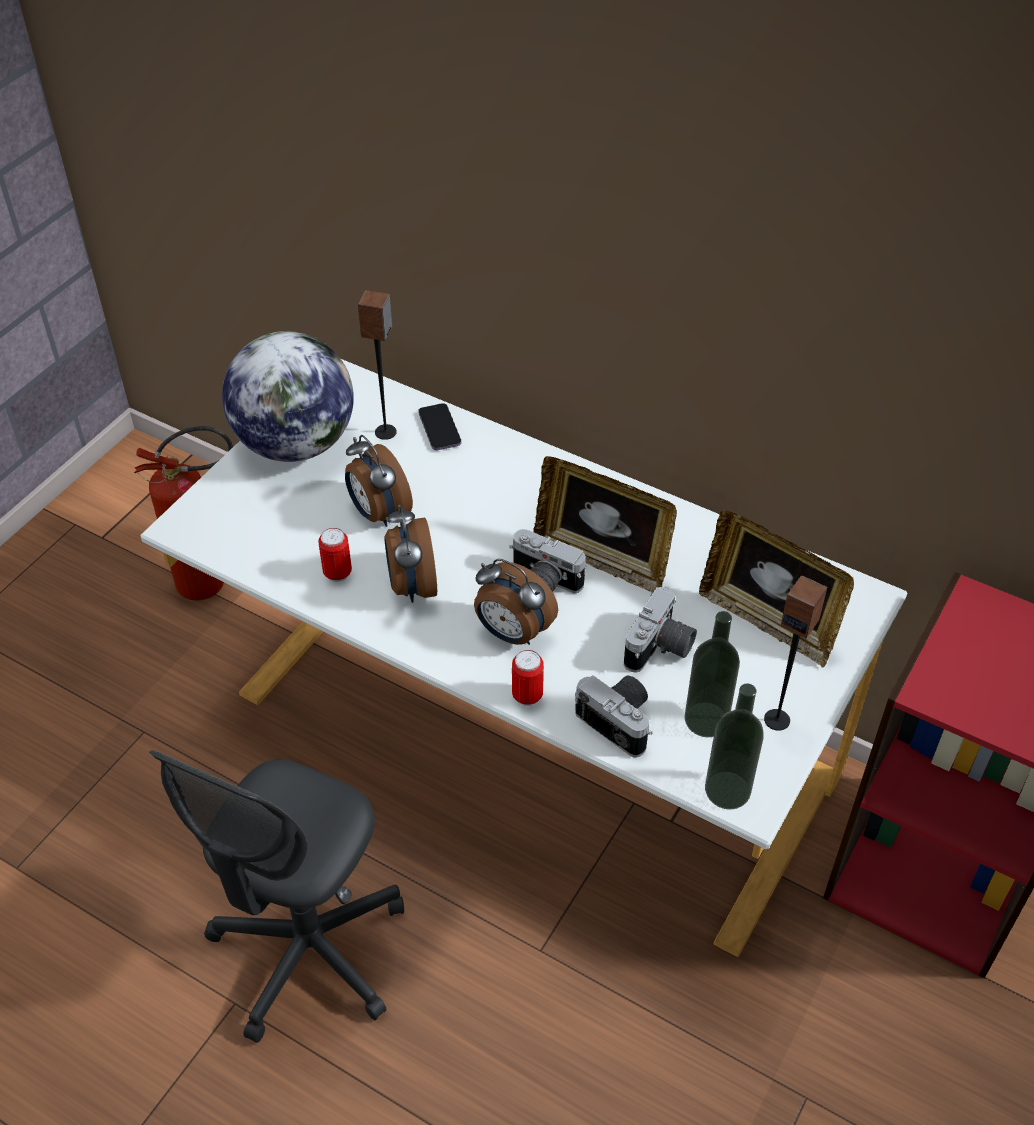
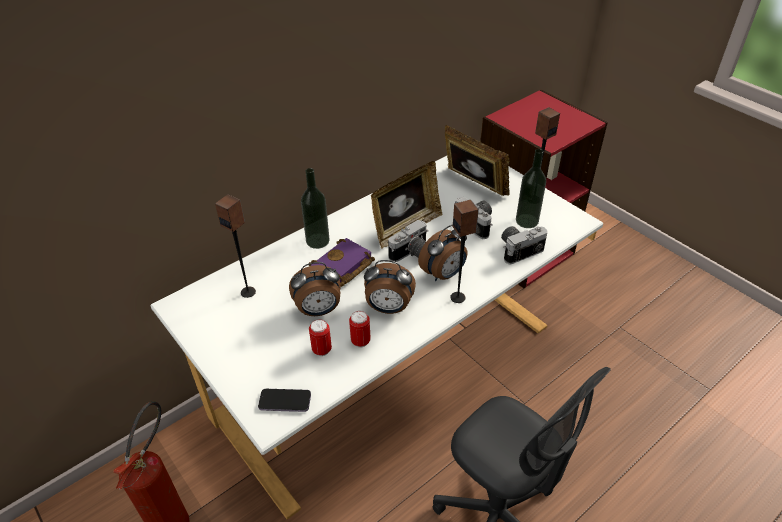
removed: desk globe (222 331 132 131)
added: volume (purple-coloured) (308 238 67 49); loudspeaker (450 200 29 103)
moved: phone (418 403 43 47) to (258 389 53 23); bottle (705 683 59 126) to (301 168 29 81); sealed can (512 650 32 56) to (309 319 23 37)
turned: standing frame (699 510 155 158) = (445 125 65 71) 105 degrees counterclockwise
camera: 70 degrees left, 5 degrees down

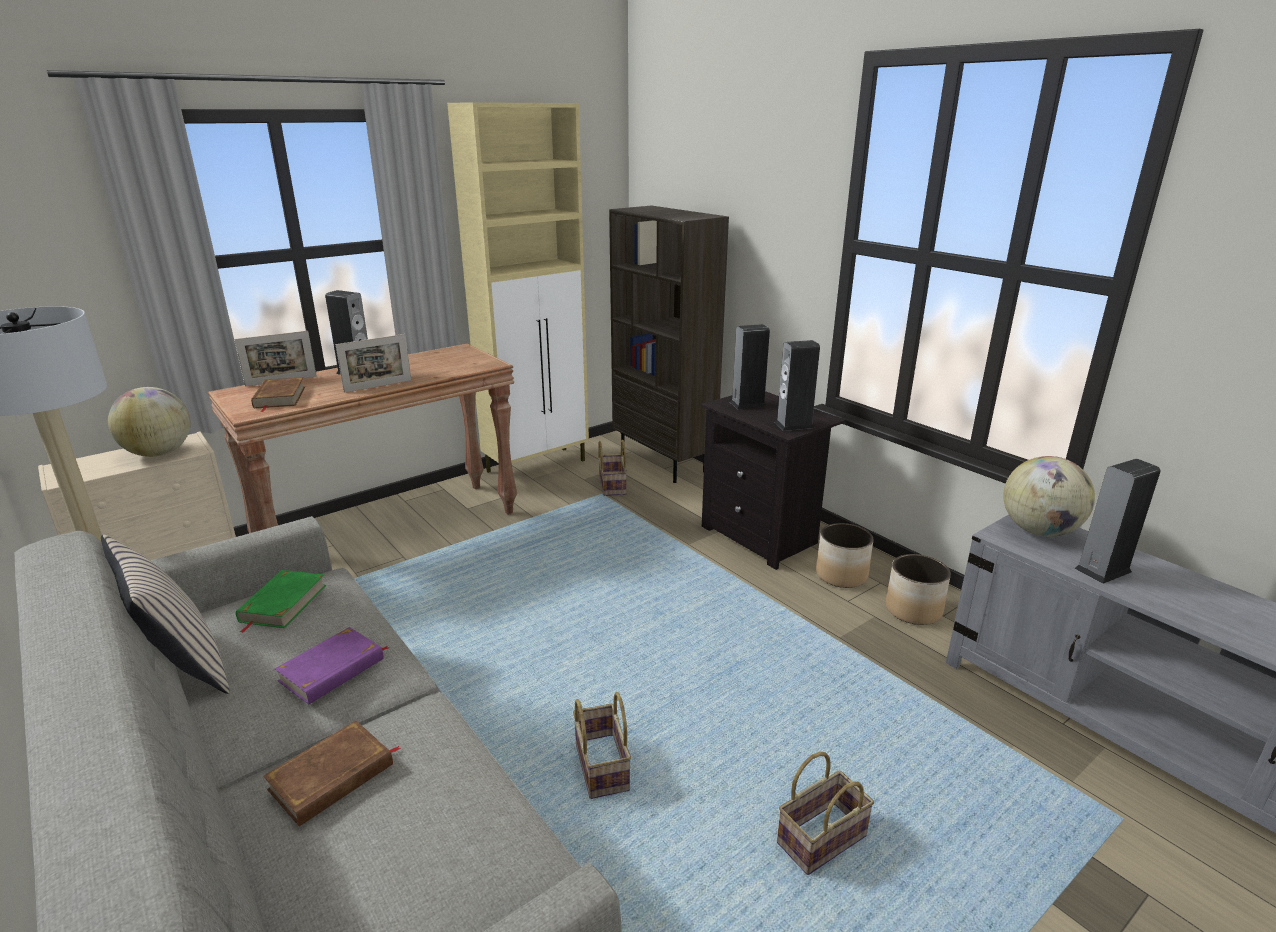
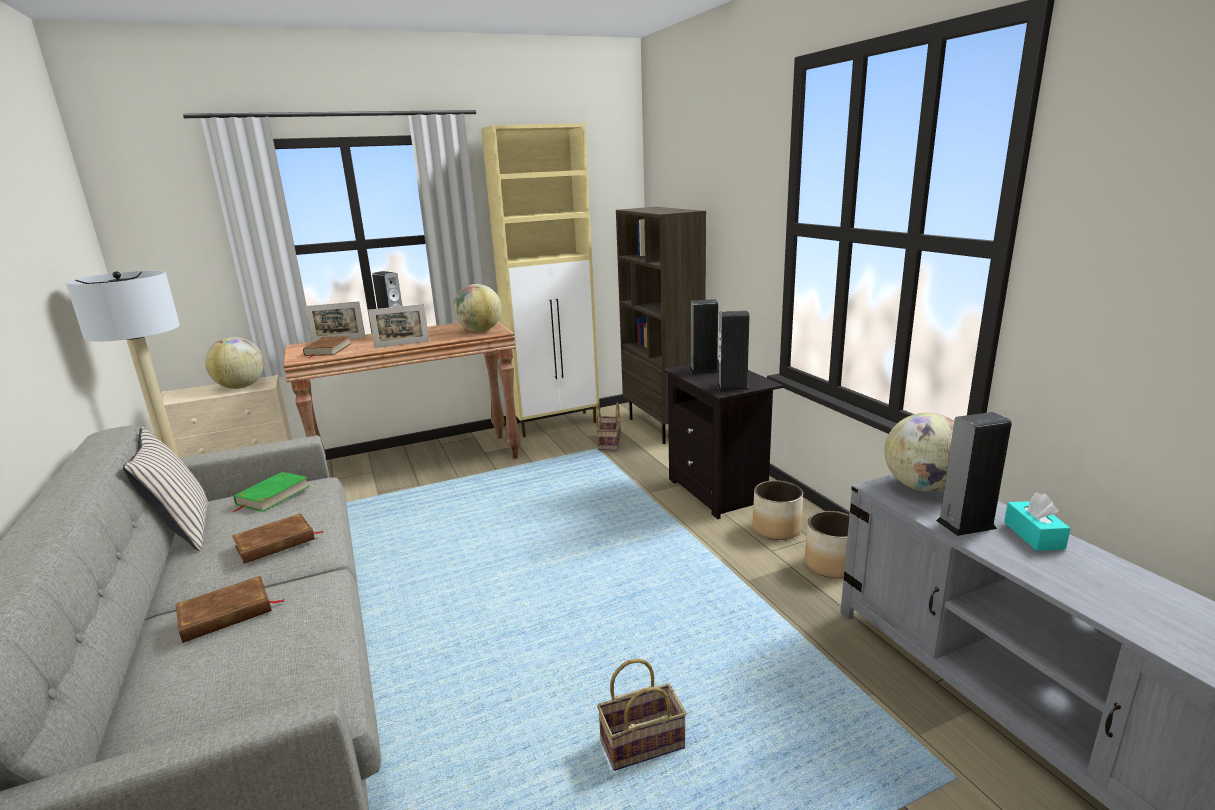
removed: storage basket (573 692 58 107)
added: desk globe (453 284 49 48); tissue holder (blue-green) (1004 492 67 59)
recoloured: volume (purple-coloured) (275 627 113 78) to volume (brownish) (232 513 91 51)
camera: 15 degrees right, 5 degrees down

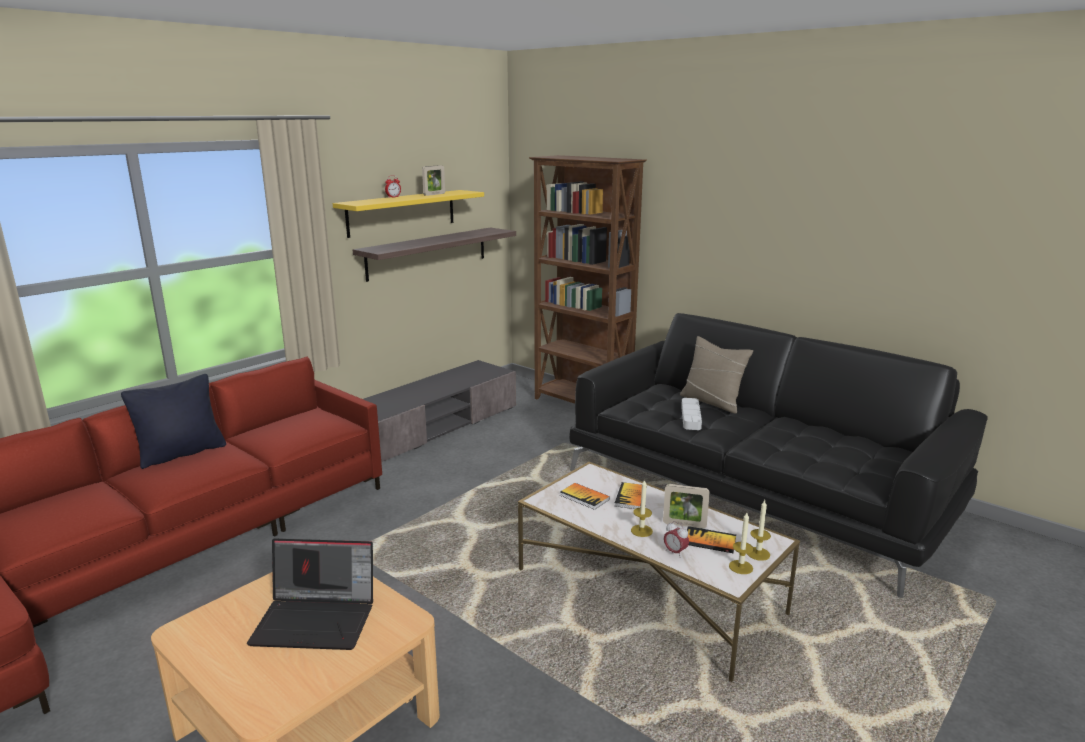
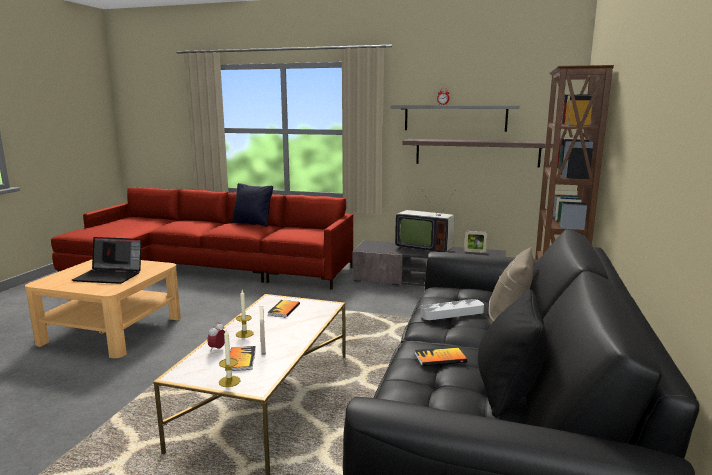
removed: wax candle (729 512 25 62)
added: TV (395 190 60 62); throw pillow (blackish) (478 289 70 129)
moved: volume (615 482 32 27) to (415 346 52 20); standing frame (422 165 23 31) to (464 231 23 22)
recoloured: bracket shelf (yellow-coloured) (333 190 151 48) to bracket shelf (greyish) (391 105 128 27)
turned: portable computer (247 539 126 111) = (72 237 70 47) 60 degrees counterclockwise
camera: 65 degrees right, 5 degrees down

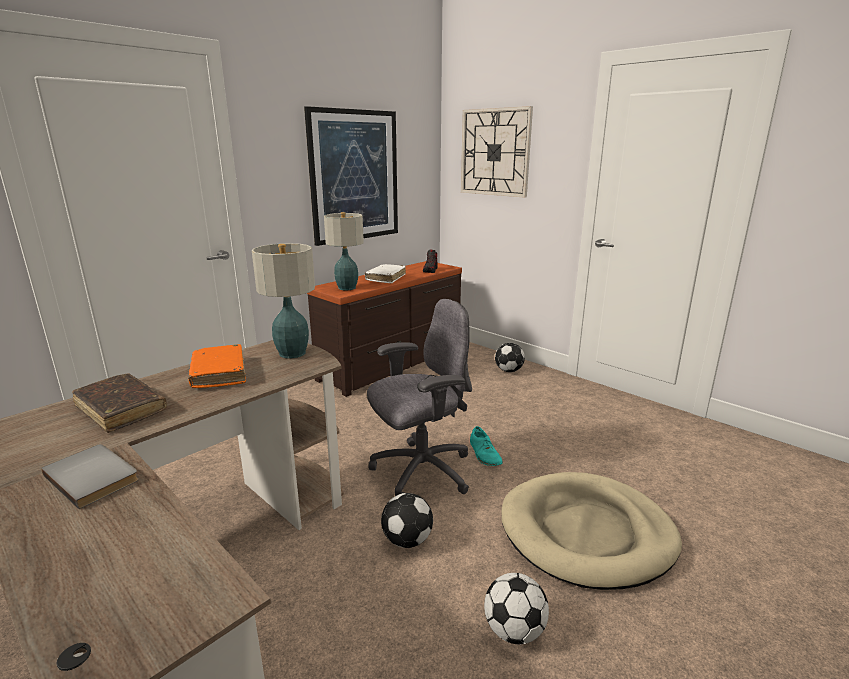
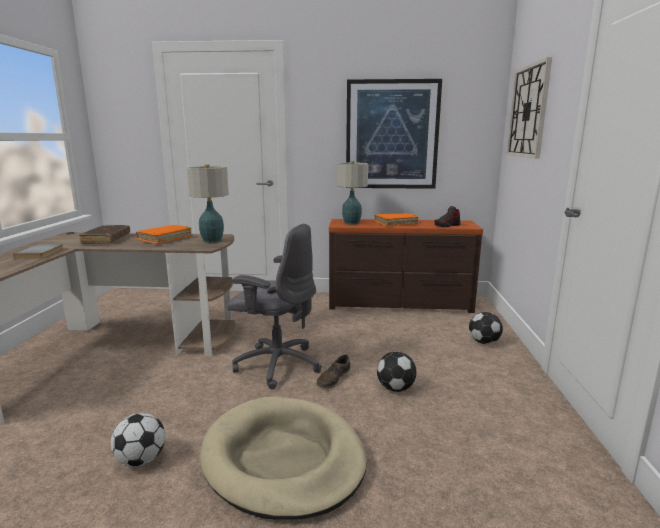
moved: ball for football (381 493 52 55) to (377 351 40 41)
recoloured: low shoe (blue-green) (470 426 33 40) to low shoe (brownish) (316 355 34 33); volume (whitish) (365 264 41 19) to volume (orangey) (375 213 43 13)
camera: 50 degrees right, 5 degrees down

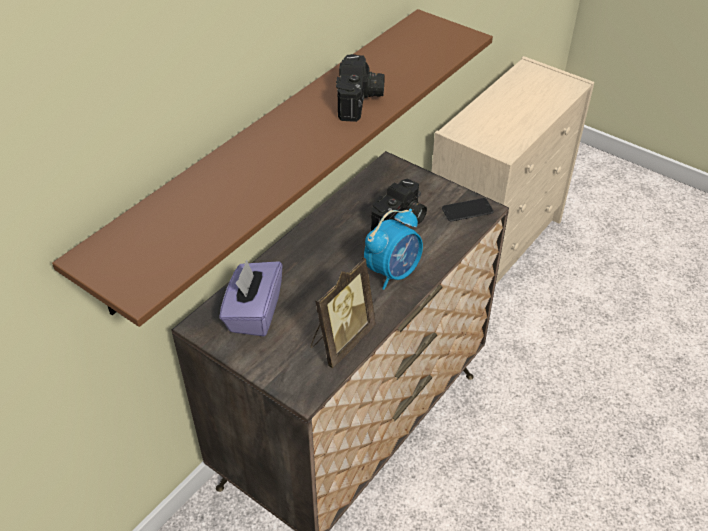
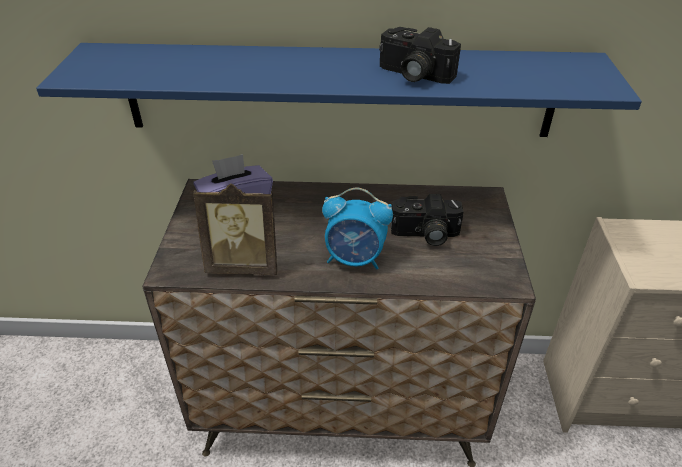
removed: phone (442 198 52 23)
recoloured: bracket shelf (brownish) (52 9 441 318) to bracket shelf (bluish) (36 43 606 94)
turned: photo camera (336 54 49 68) = (379 27 82 57) 60 degrees clockwise
camera: 55 degrees right, 5 degrees down

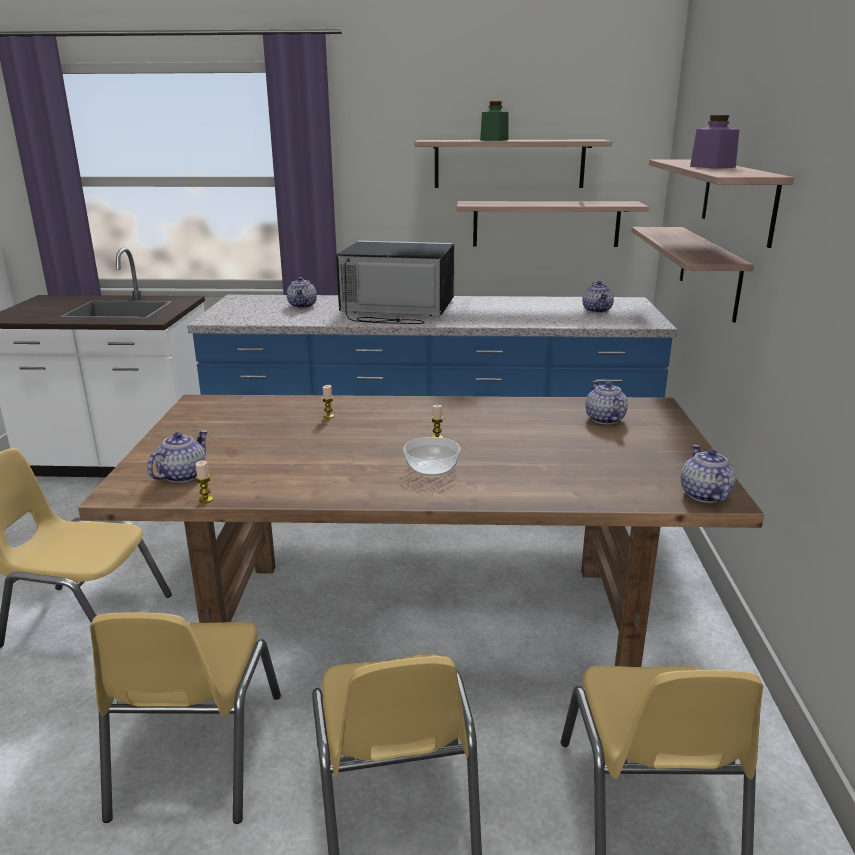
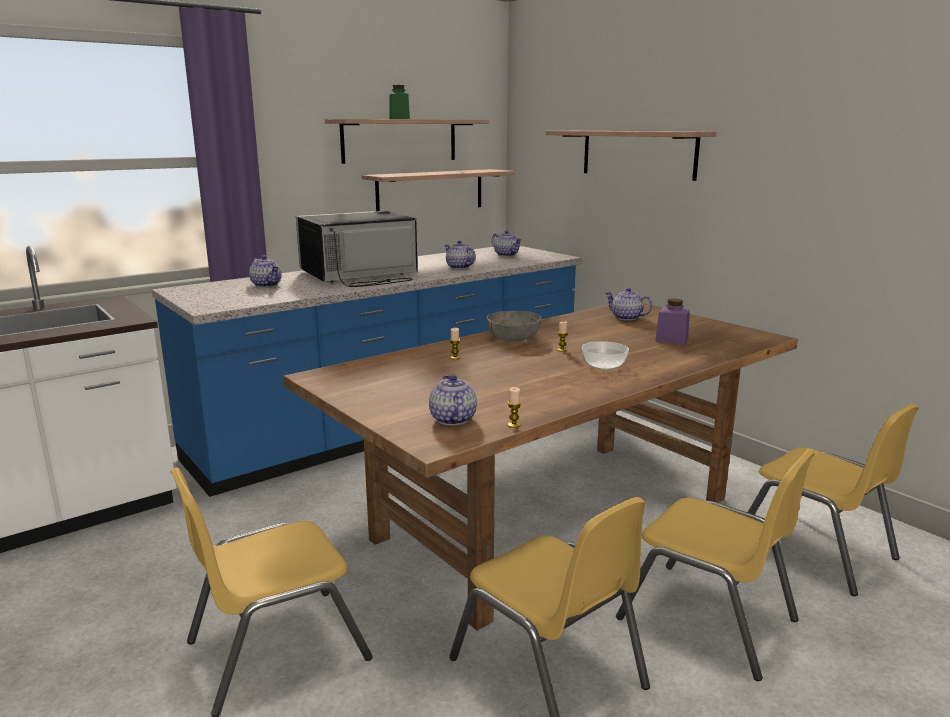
removed: bracket shelf (631 227 123 95)
added: deep dish (greyish) (487 311 54 30)
moved: teapot (681 445 55 58) to (444 241 32 28); storage jar (purple-coloured) (690 115 50 54) to (655 299 35 46)
camera: 40 degrees left, 5 degrees down

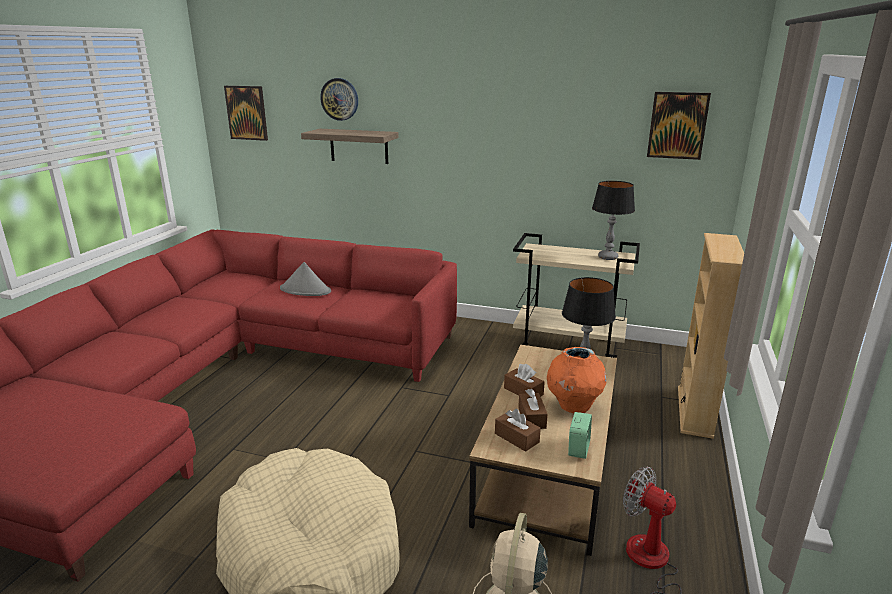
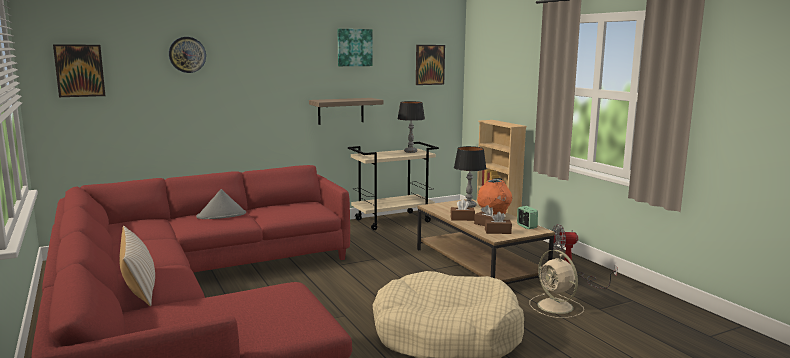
added: throw pillow (beige) (119 226 36 80); wall art (337 29 36 37)
moved: bracket shelf (301 129 98 35) to (309 98 75 27)
camera: 45 degrees left, 10 degrees down

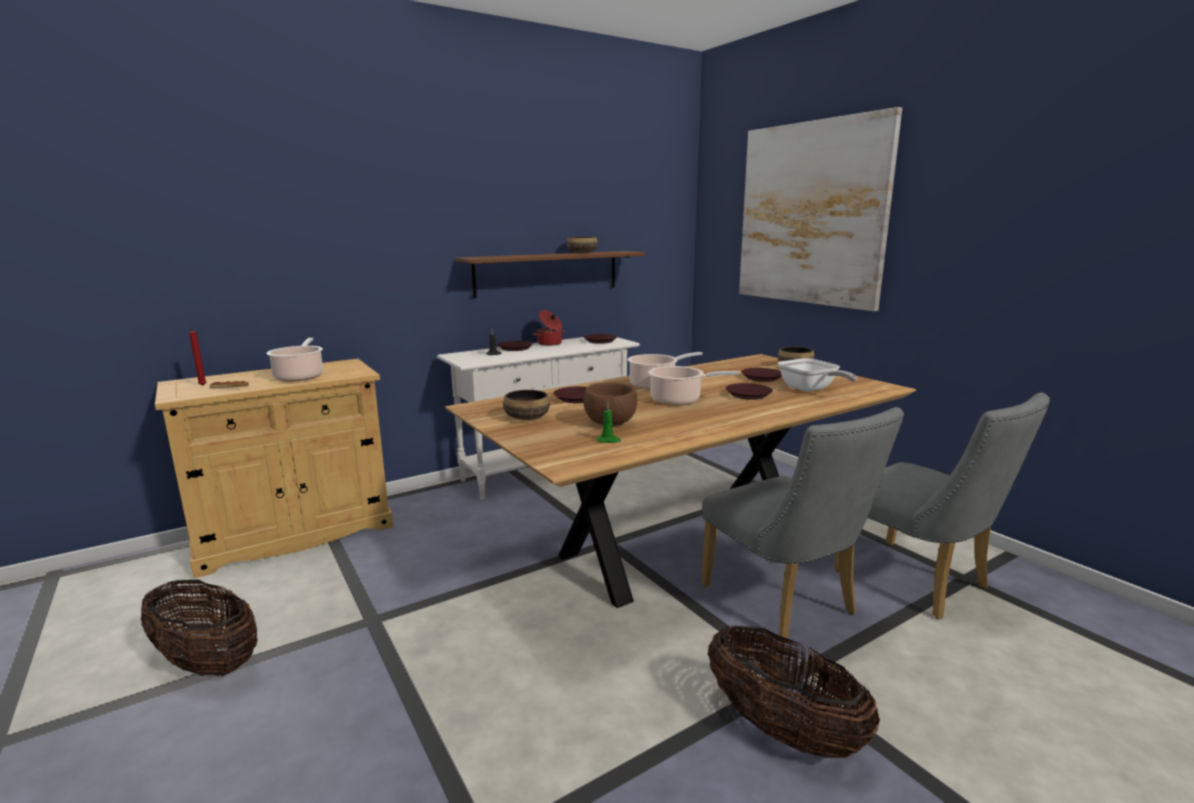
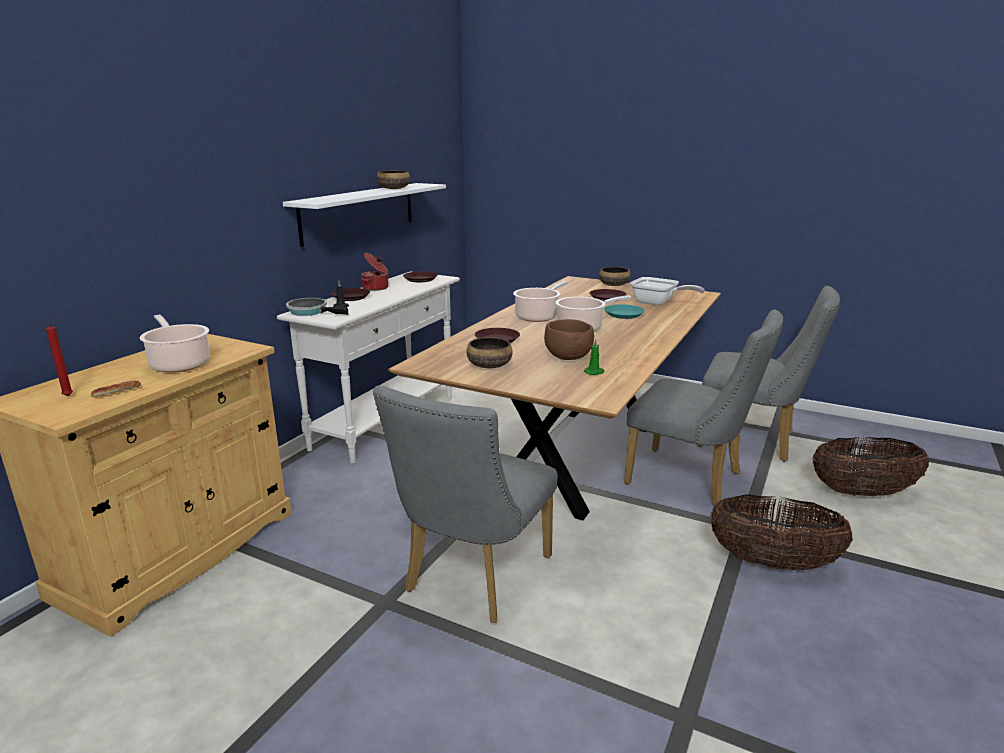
removed: wall art (739 107 163 204)
added: frying pan (286 298 62 18); upright chair (greyish) (373 385 185 238)
moved: storage basket (141 580 117 97) to (813 437 116 60)
recoloured: bracket shelf (brownish) (456 251 189 47) to bracket shelf (whitish) (283 183 163 64); flat dish (brownish) (725 383 48 17) to flat dish (blue-green) (604 304 41 15)
camera: 30 degrees left, 5 degrees up

